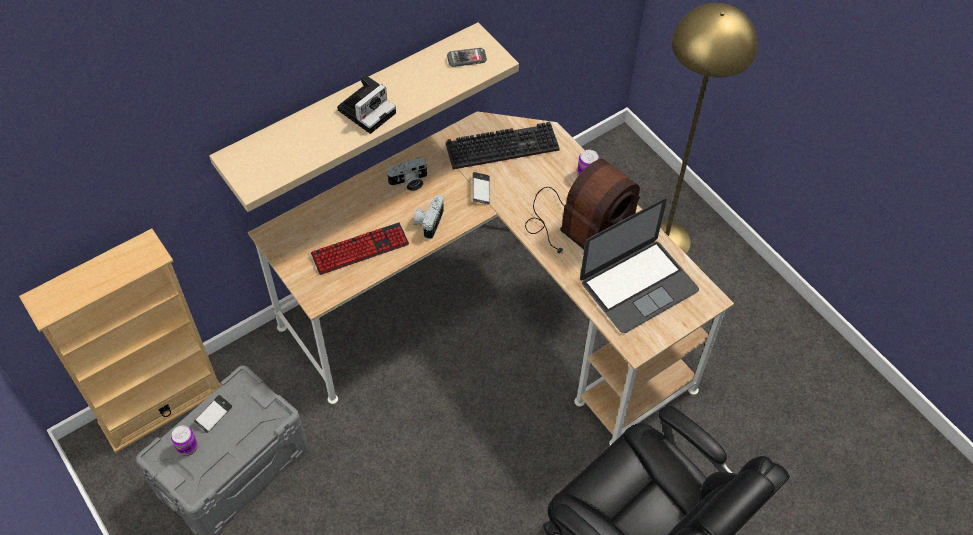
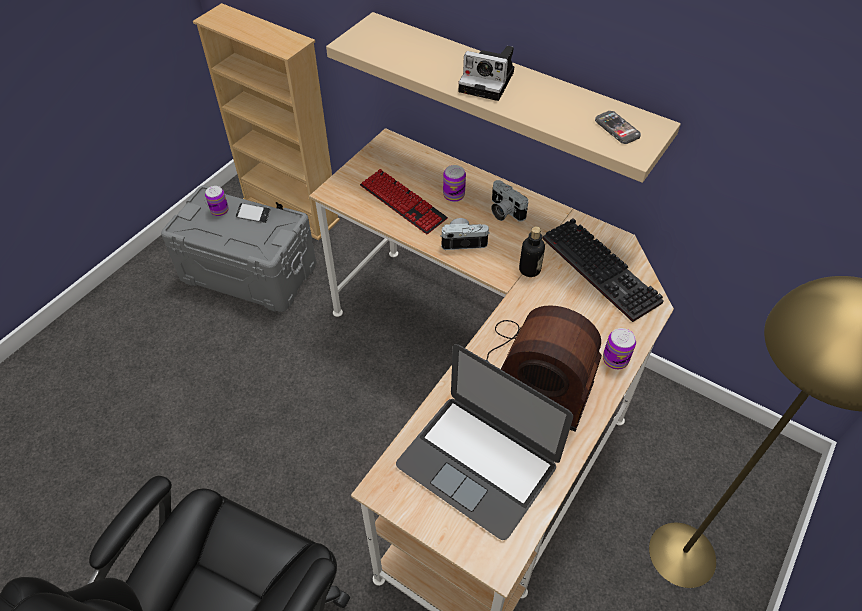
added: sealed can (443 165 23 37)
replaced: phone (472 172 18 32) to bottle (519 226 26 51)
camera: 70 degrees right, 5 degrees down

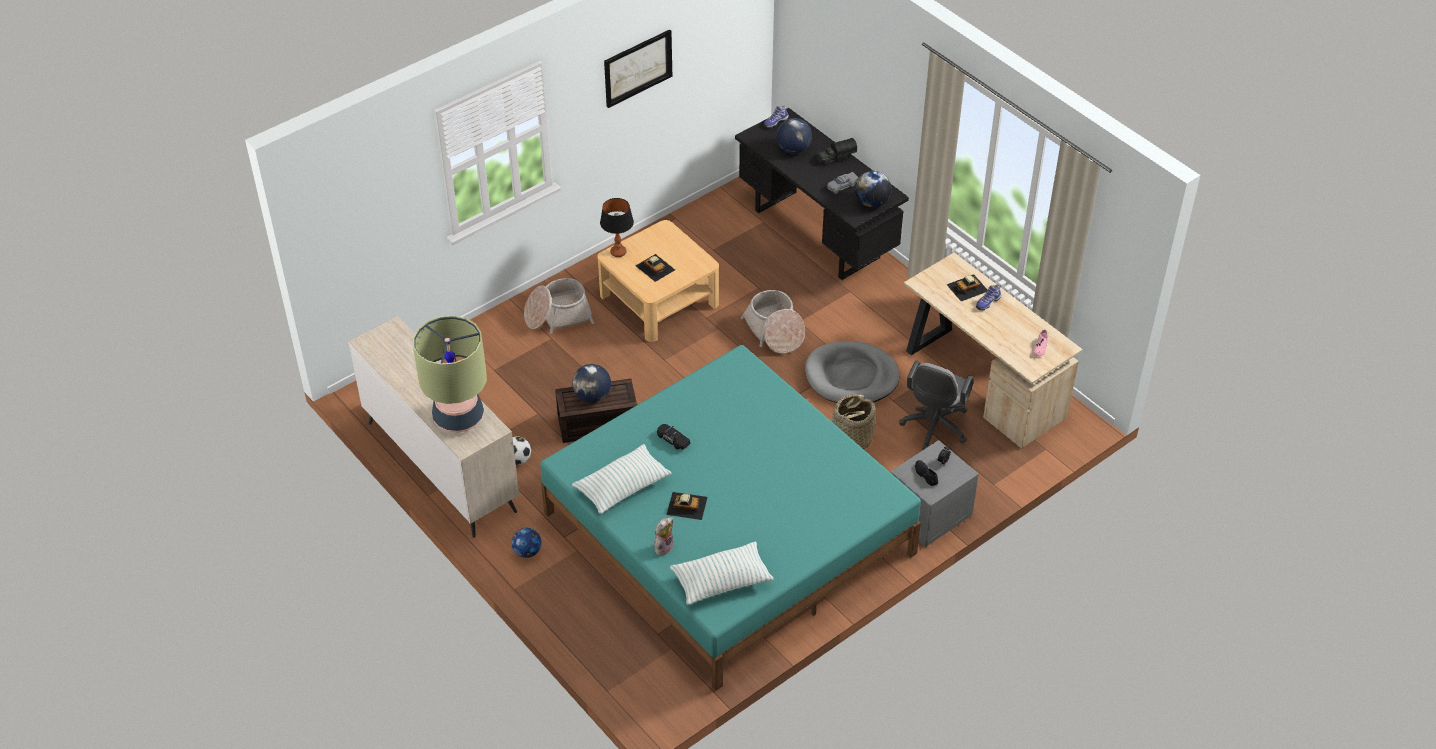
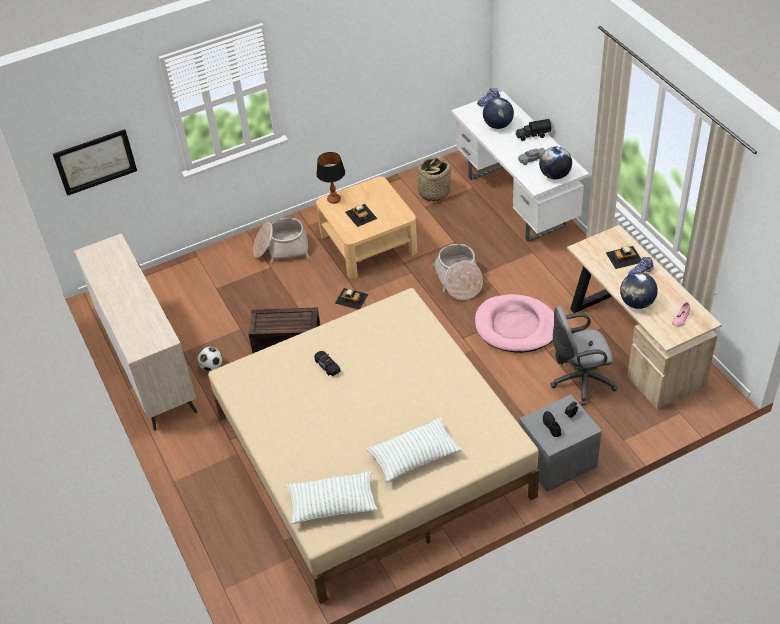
removed: lamp for a table (413 315 74 118); ball for football (512 528 30 30); soft toy (654 517 20 39)
moved: wall art (604 29 68 79) to (53 129 84 67); miniature car (666 492 42 28) to (335 288 34 22); throw pillow (572 444 100 70) to (366 418 95 64); storage basket (832 394 44 55) to (415 157 36 44); desk globe (572 364 39 39) to (620 272 38 37)
recoloured: sleeping bed (blue-green) (540 345 381 346) to sleeping bed (beige) (208 288 331 316); desk unit (blackish) (735 108 174 172) to desk unit (whitish) (451 91 138 151); dog bed (greyish) (805 341 94 62) to dog bed (pinkish) (475 294 79 59)
turned: desk chair (greyish) (899 361 75 89) = (551 307 67 99) 45 degrees clockwise
camera: 15 degrees right, 0 degrees up

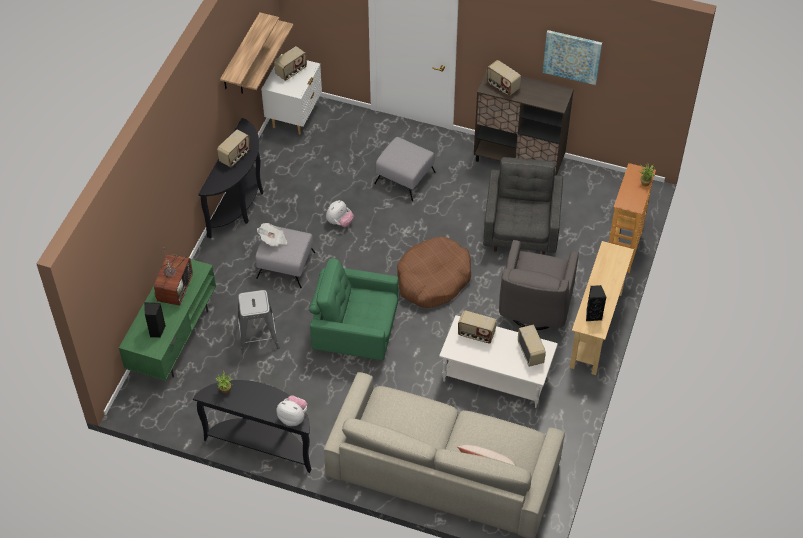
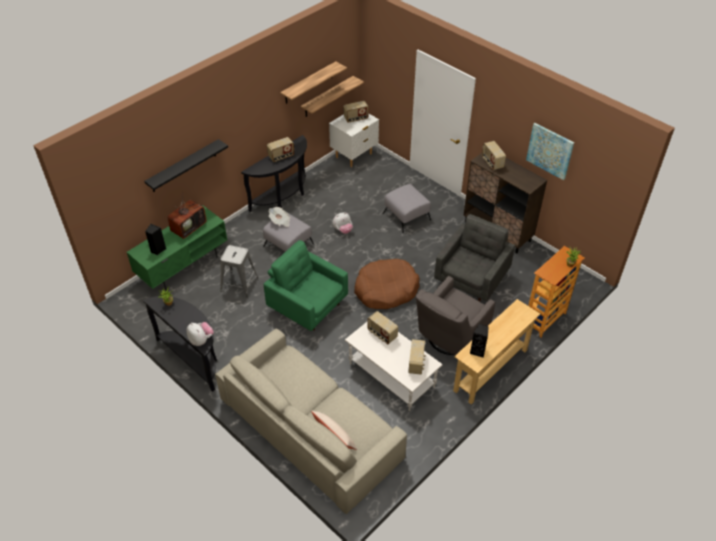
added: bracket shelf (blackish) (144 139 84 53)
camera: 25 degrees right, 5 degrees down

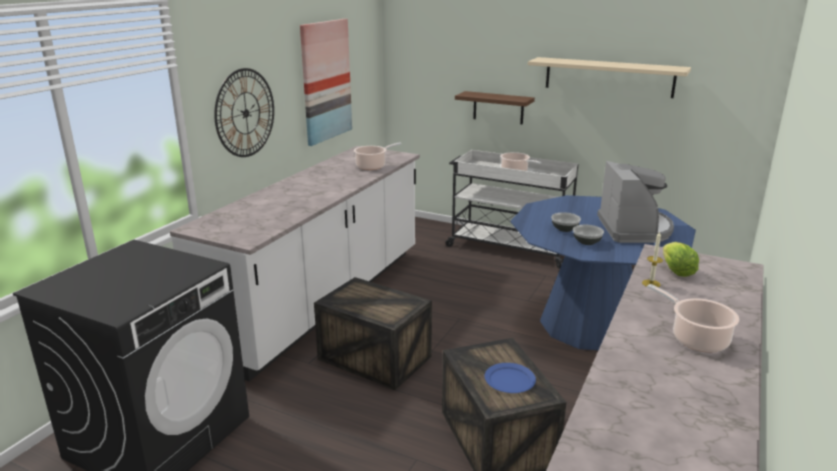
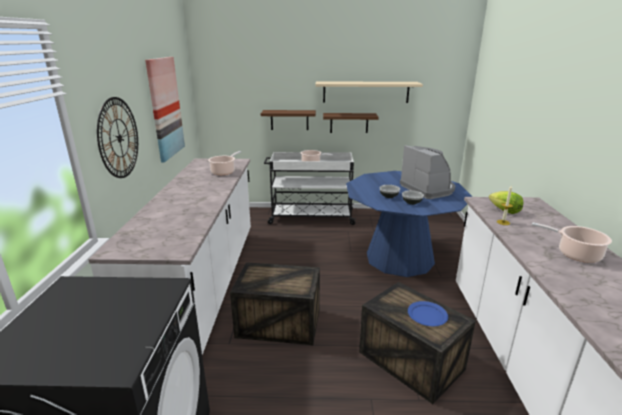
added: bracket shelf (brownish) (323 113 55 20)
camera: 25 degrees left, 0 degrees up

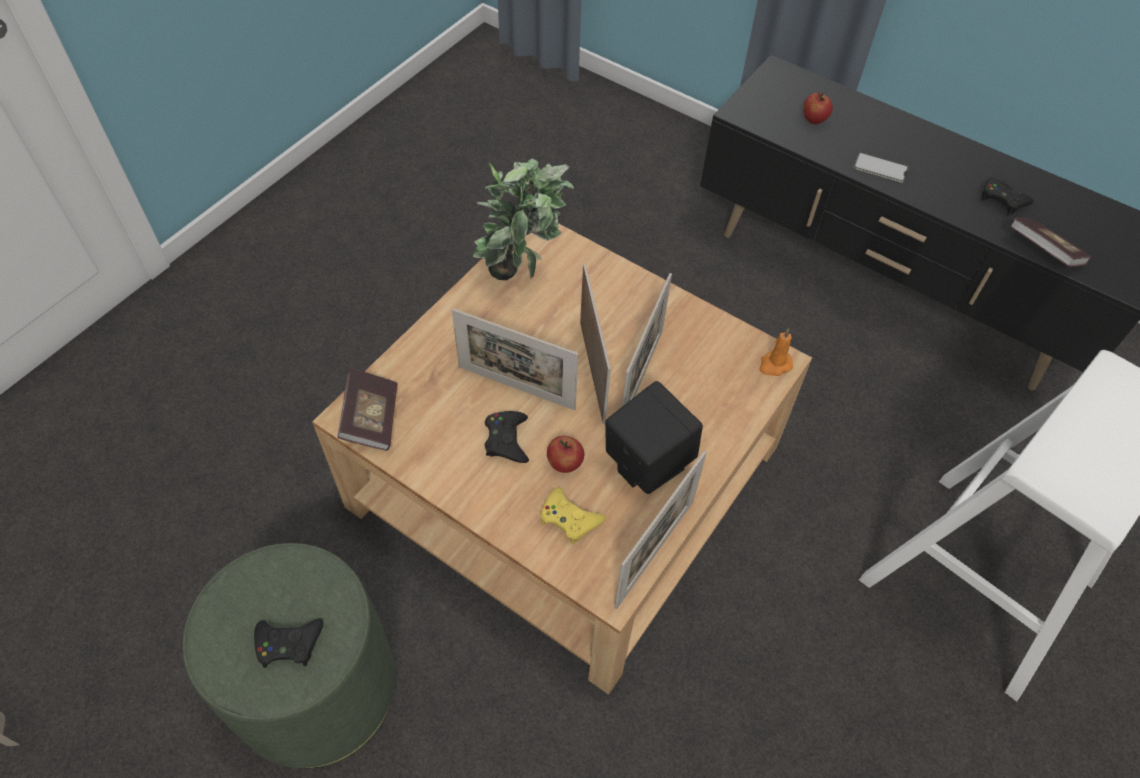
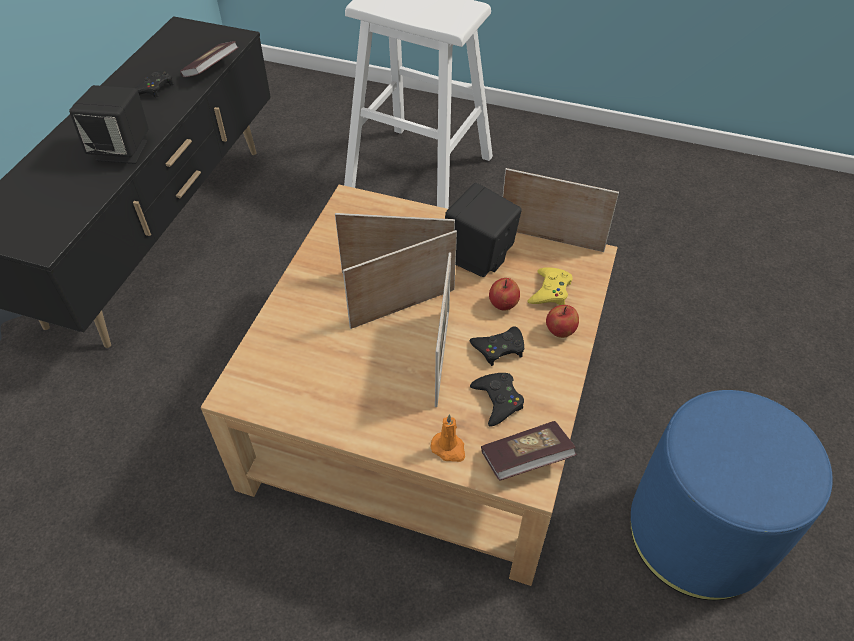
removed: potted plant (473 158 101 122)
moved: wax candle (orangey) (759 328 34 48) to (431 414 34 48); game controller (blackish) (254 618 69 50) to (470 373 54 54); whole apple (803 93 30 31) to (546 305 33 33)
replaced: phone (853 152 56 31) to loudspeaker (blackish) (69 85 80 79)
recoloured: ottoman (green-coloured) (183 543 212 226) to ottoman (bluish) (631 390 202 210)
camera: 105 degrees left, 5 degrees down

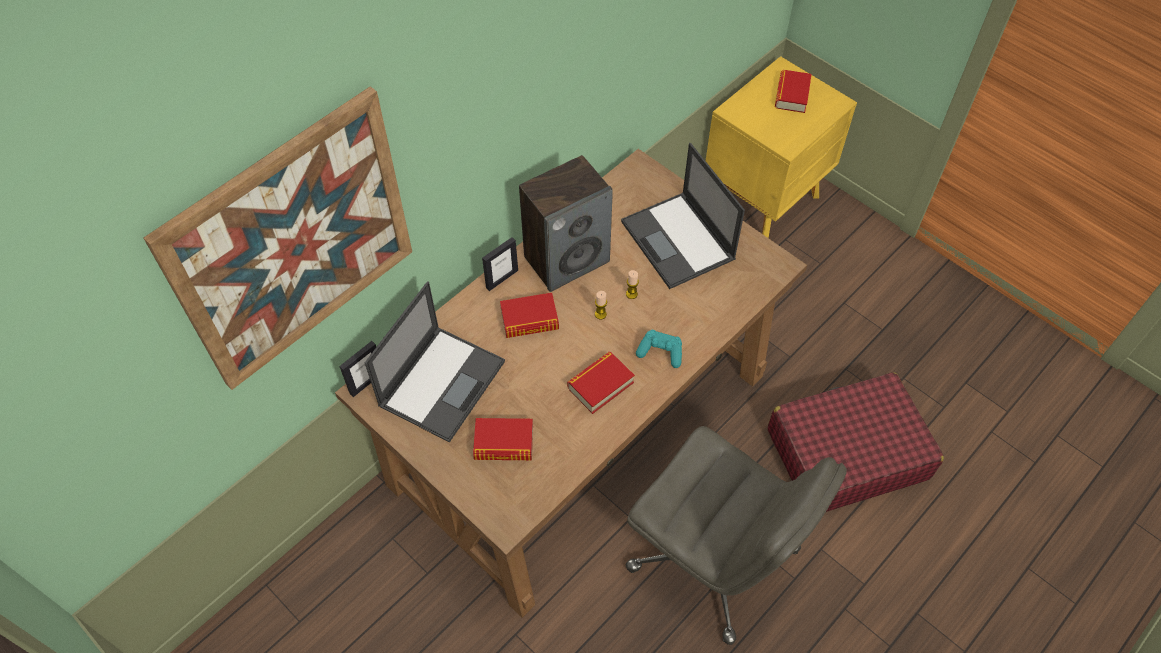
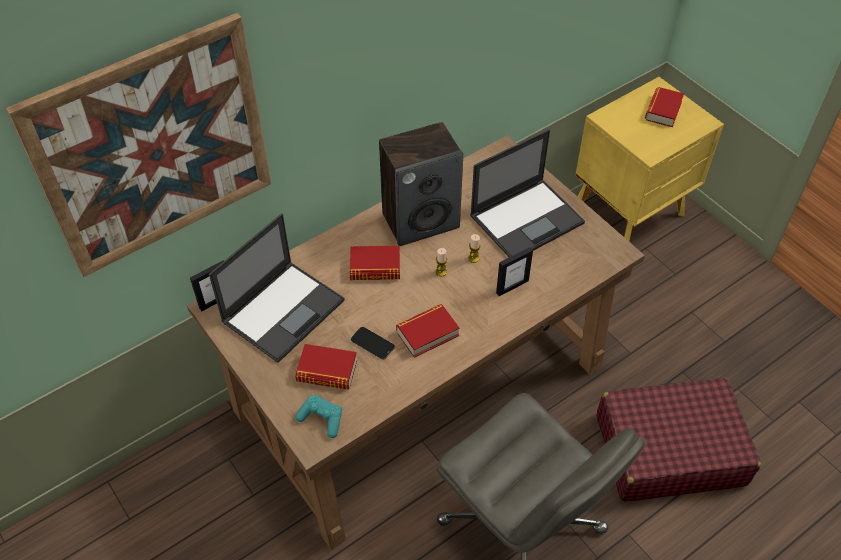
added: phone (351 327 44 33)
moved: game controller (blue-green) (636 330 46 38) to (295 395 47 43); standing frame (482 237 36 54) to (496 247 37 49)
turned: portable computer (621 143 124 146) = (470 129 115 128) 105 degrees counterclockwise
camera: 10 degrees right, 5 degrees down

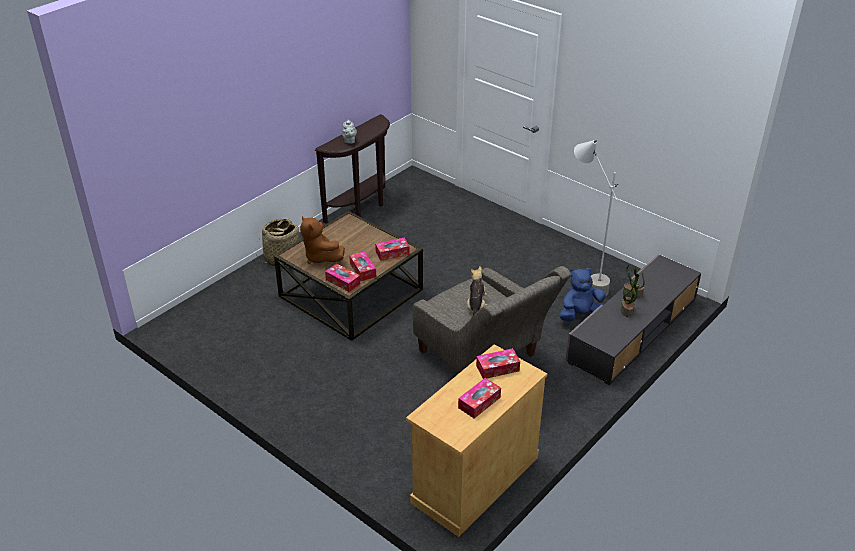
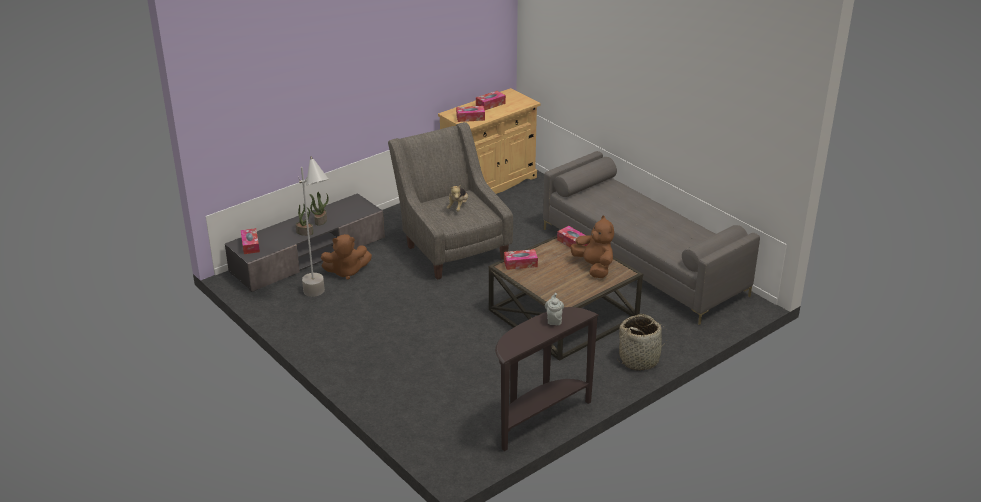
added: couch (greyish) (543 151 217 174)
moved: tissue holder (349 251 27 30) to (241 228 19 26)
recoloured: soft toy (bluish) (559 268 47 53) to soft toy (brownish) (321 234 51 46)
camera: 170 degrees left, 5 degrees down

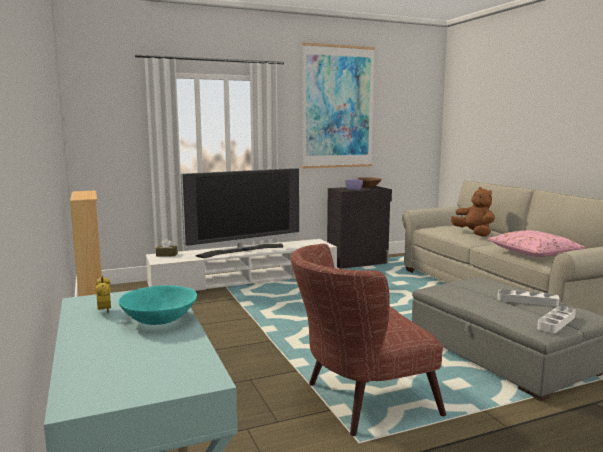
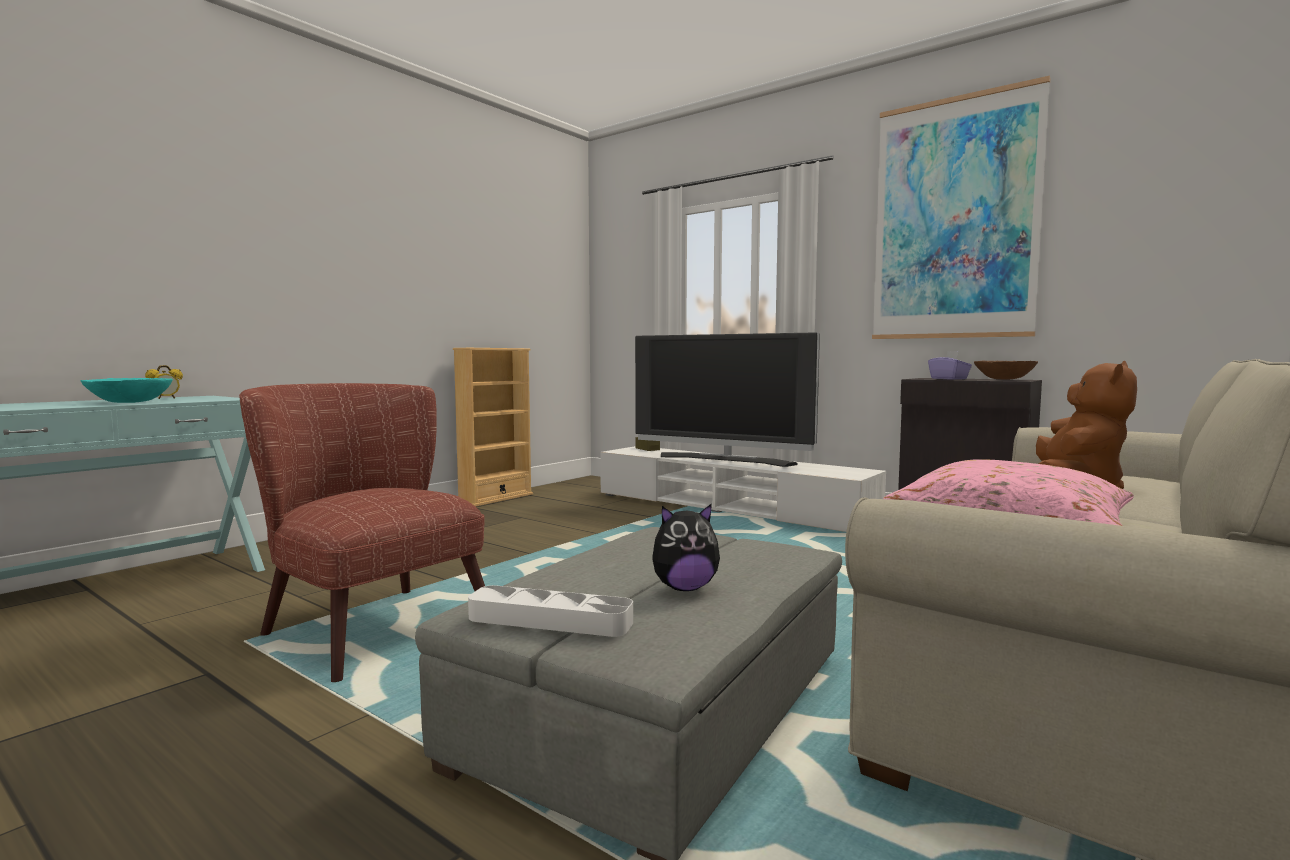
replaced: serving tray (whitish) (498 289 62 17) to soft toy (652 503 68 88)
camera: 60 degrees right, 5 degrees down

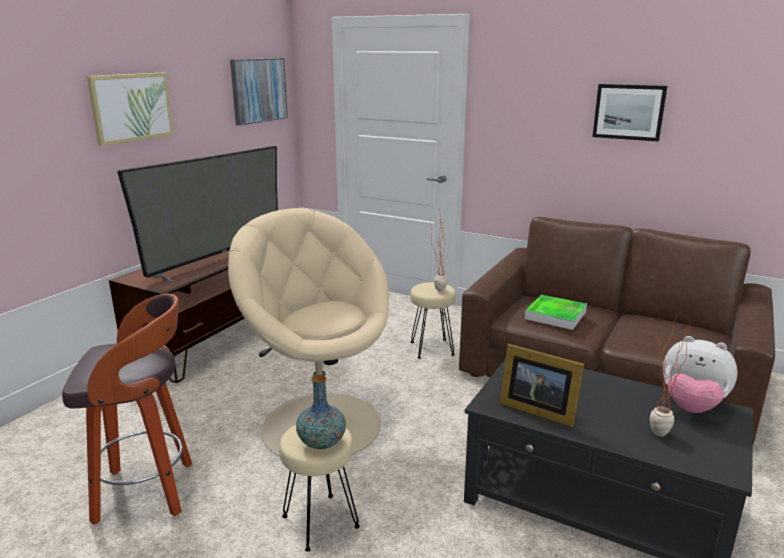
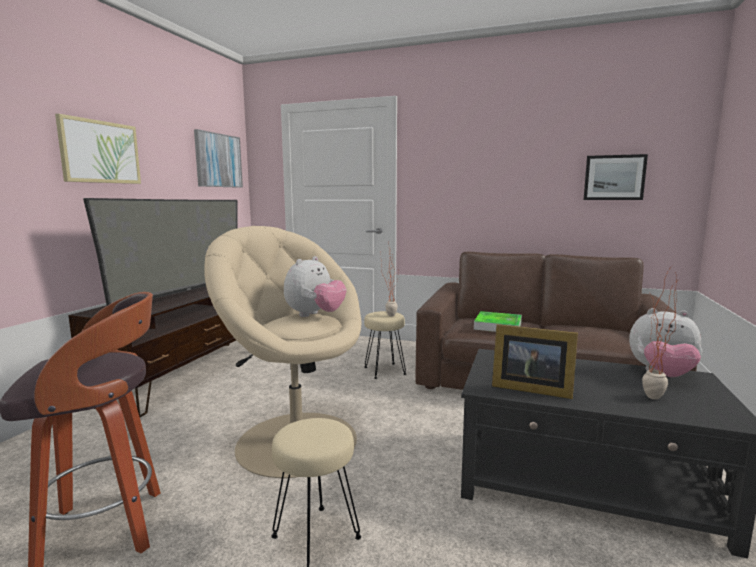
removed: decorative vase (296 374 50 75)
added: soft toy (284 256 62 61)
moved: wall art (592 84 75 58) to (584 154 64 46)
camera: 10 degrees left, 10 degrees down

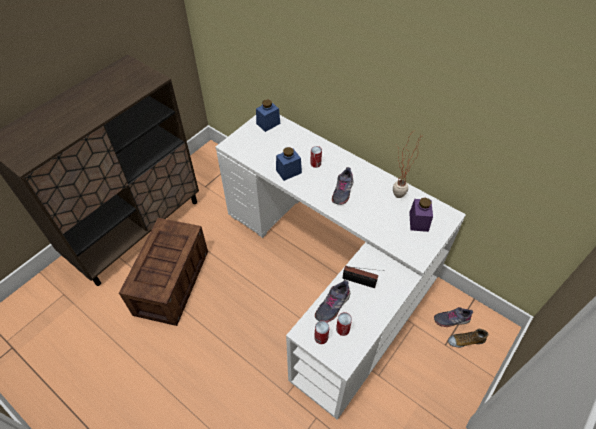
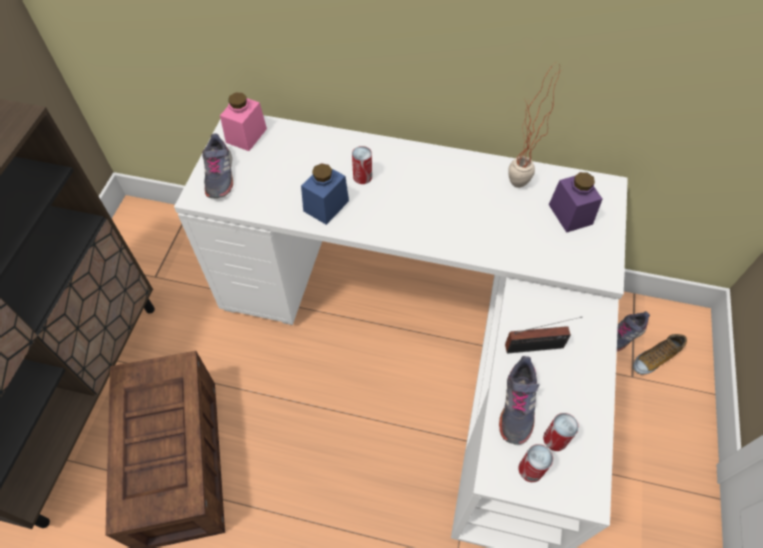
moved: low shoe (greyish) (332 167 22 38) to (202 133 31 65)
recoloured: storage jar (bluish) (256 99 24 33) to storage jar (pinkish) (220 93 47 58)
camera: 25 degrees left, 5 degrees up

